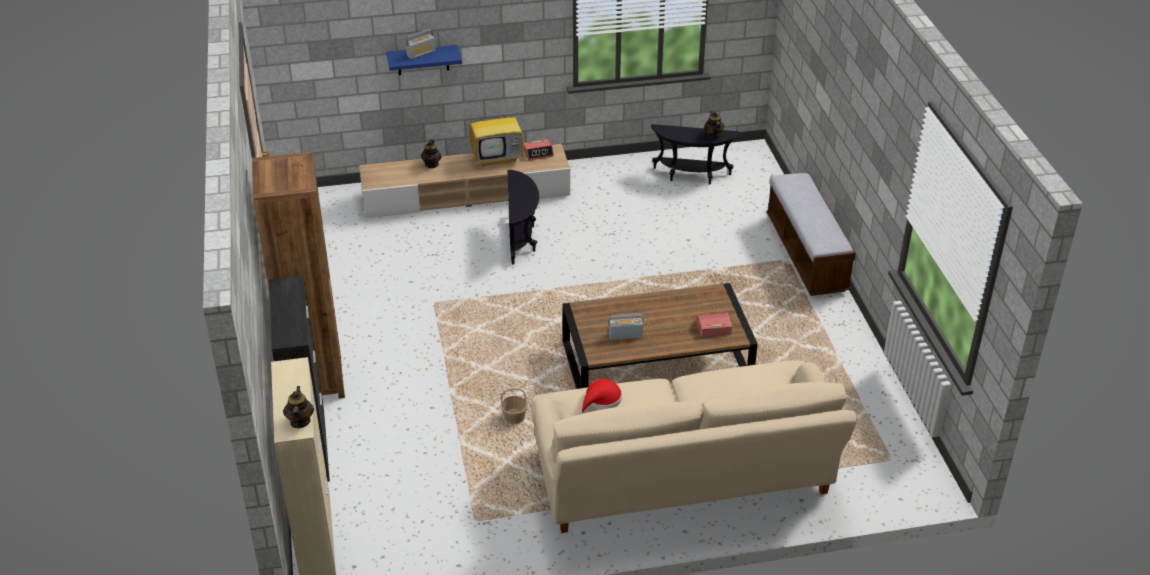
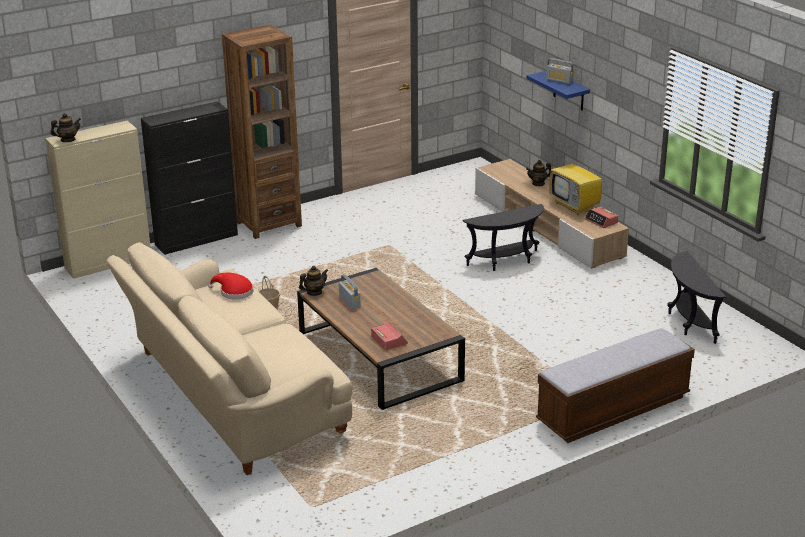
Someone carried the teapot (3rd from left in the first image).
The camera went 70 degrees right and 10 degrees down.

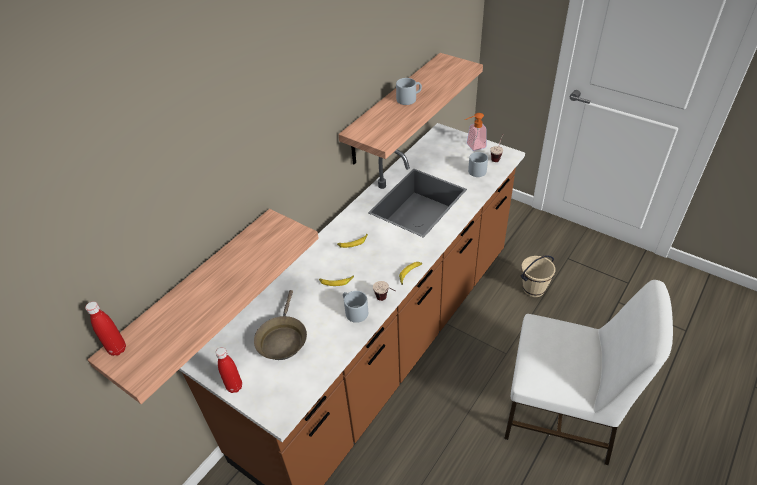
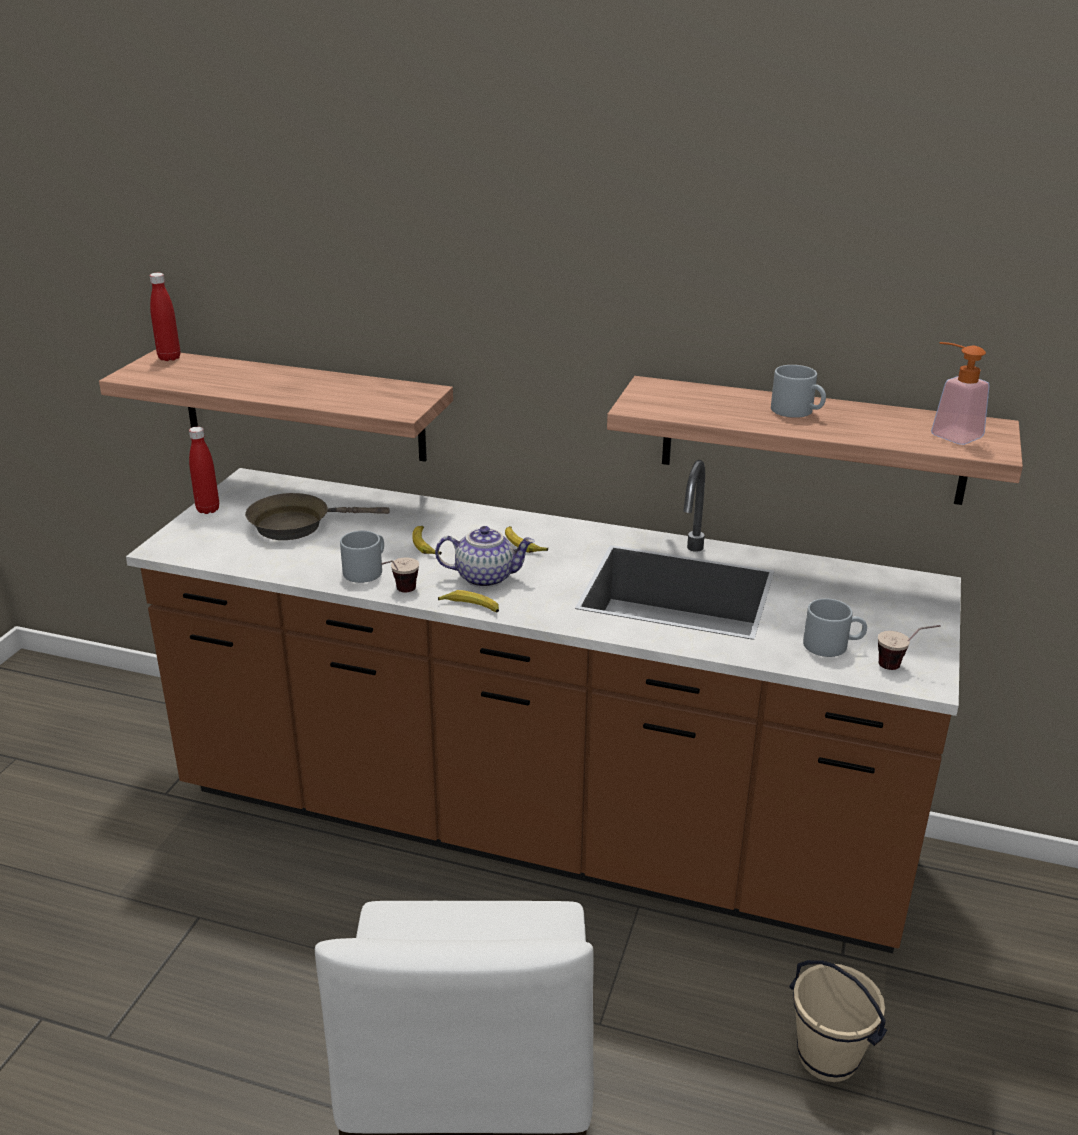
Someone carried the soap dispenser.
Someone put down the teapot.
The camera went 70 degrees right and 15 degrees down.

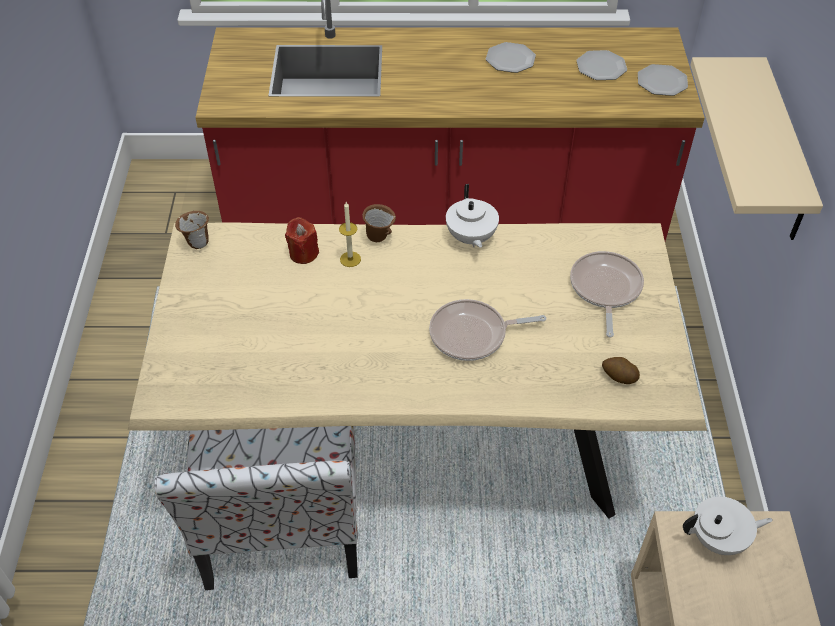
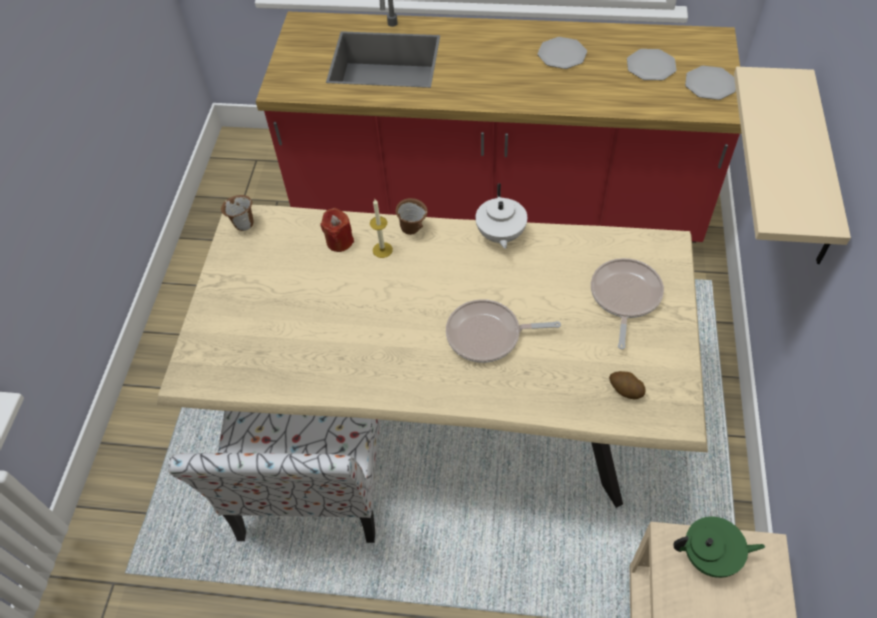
Someone repainted the white teapot (2nd from left), which became the green teapot.
The camera went 10 degrees right and 5 degrees up.

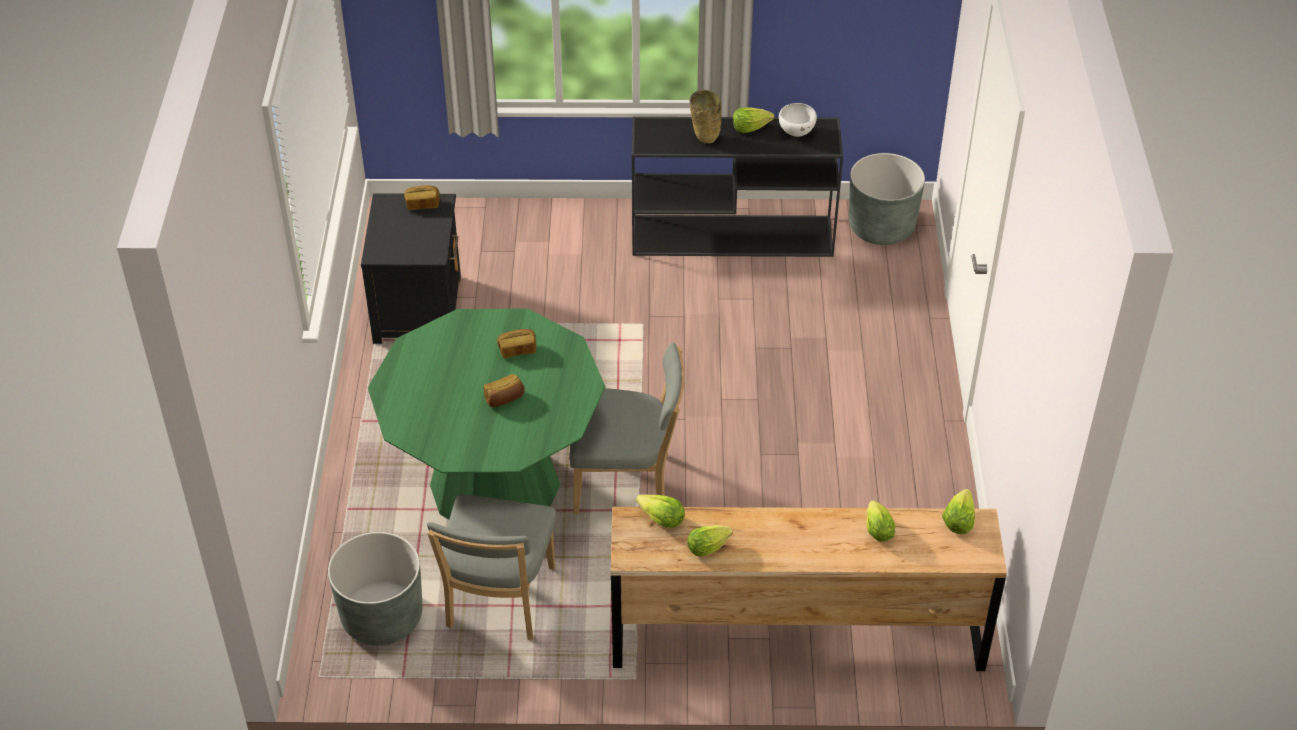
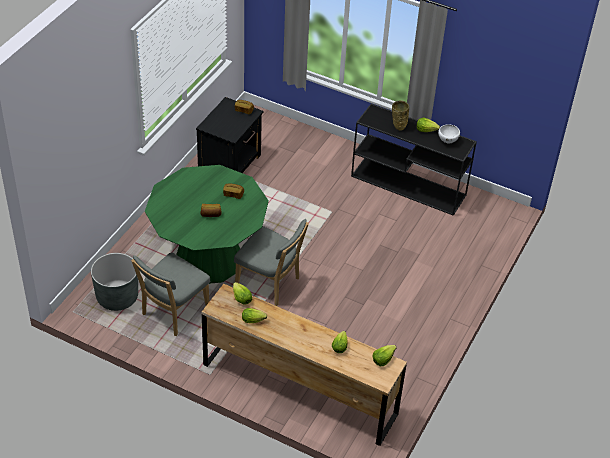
Someone took away the grey planter (2nd from left).
The camera went 25 degrees right and 0 degrees up.

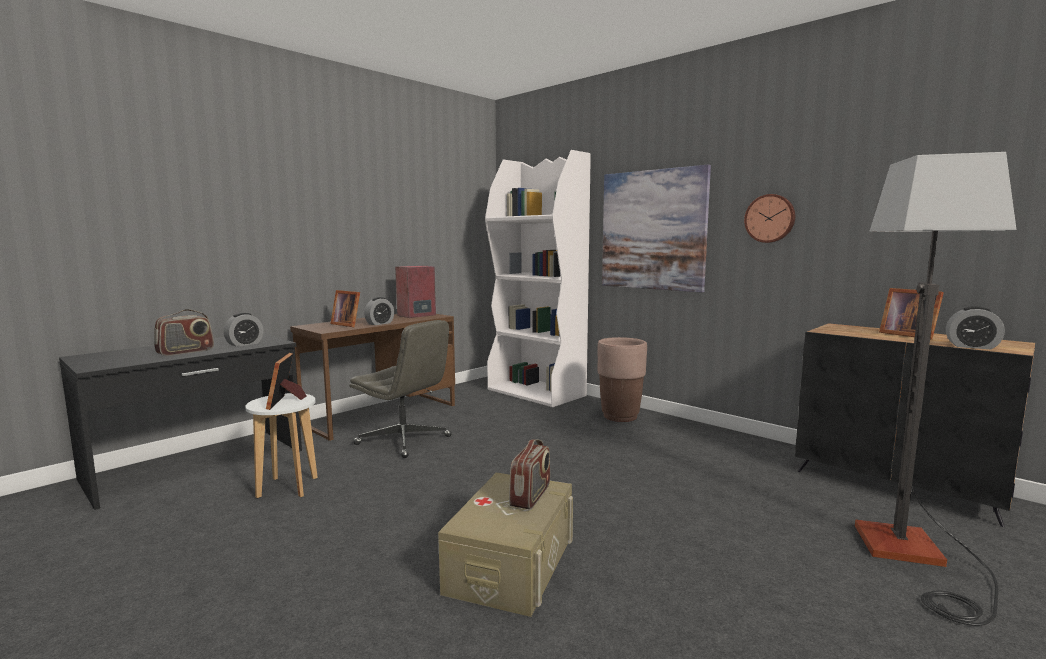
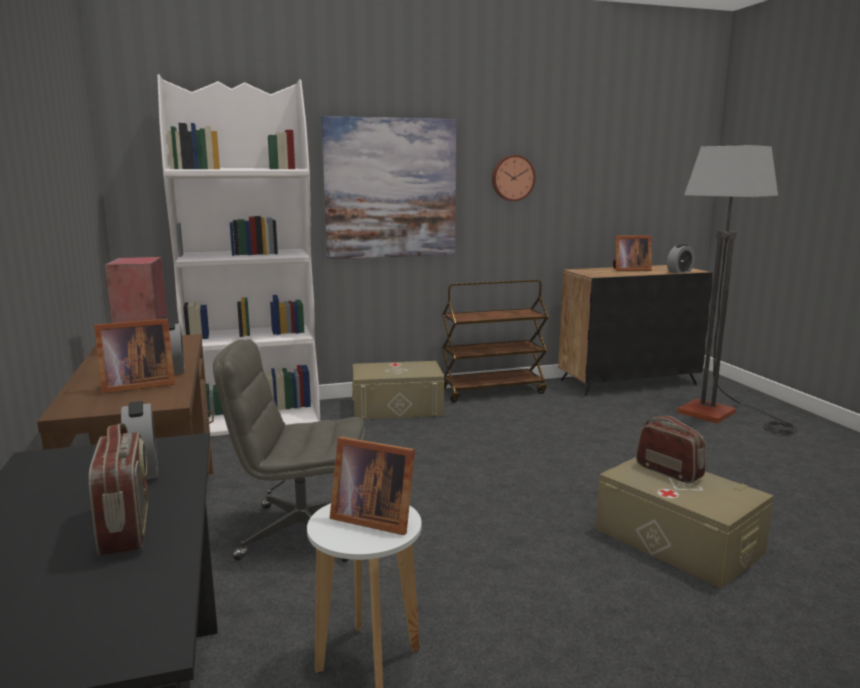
Someone rotated the grey office chair by 150 degrees counterclockwise.
Someone swapped the brown planter for the beige storage box (1st from left).
Someone put down the brown cart.
The camera went 60 degrees left and 5 degrees up.

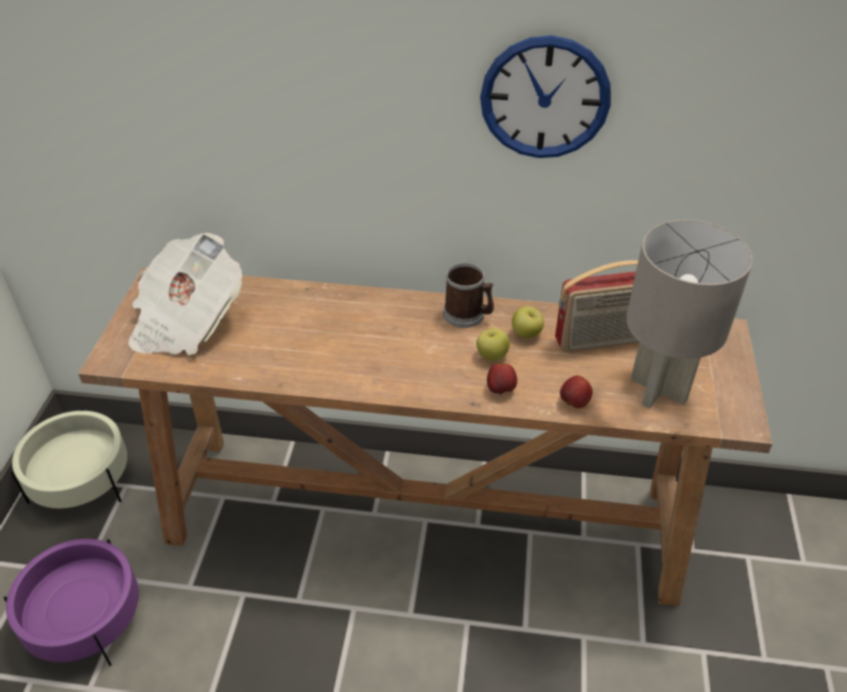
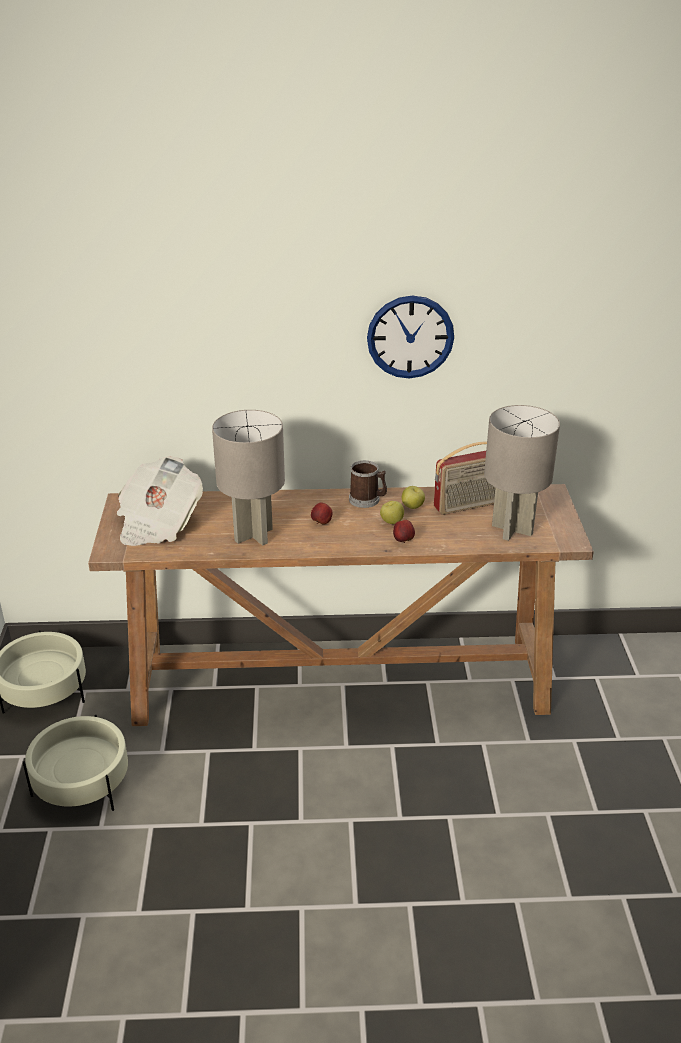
Someone repainted the purple planter, which became the beige planter (2nd from left).
Someone carried the apple (4th from left in the first image).
Someone put down the grey table lamp (1st from left).
The camera went 10 degrees left and 10 degrees down.

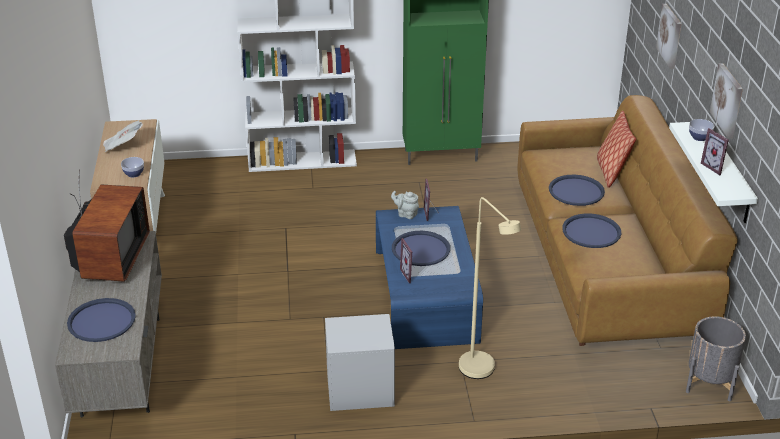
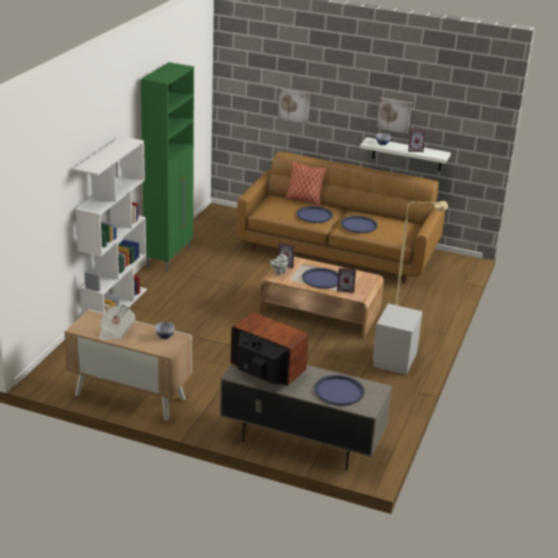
Someone repainted the blue coffee table, which became the brown coffee table.
Someone took away the grey planter.
The camera went 65 degrees left and 5 degrees down.

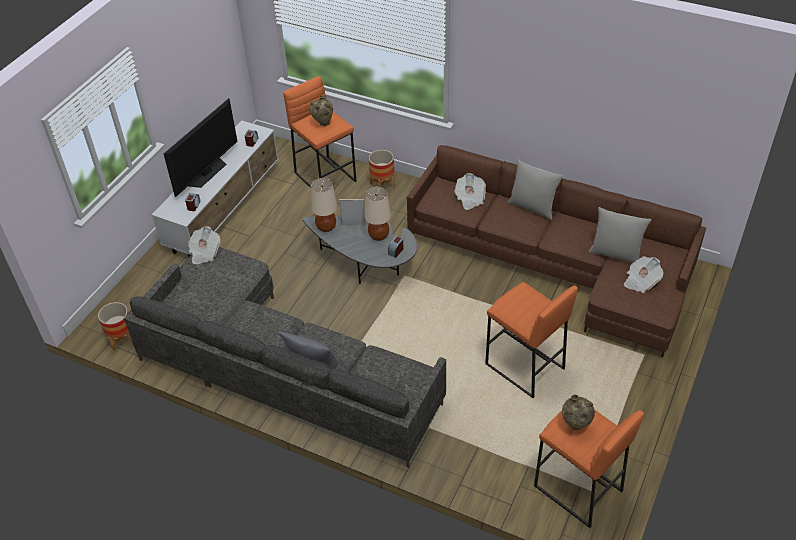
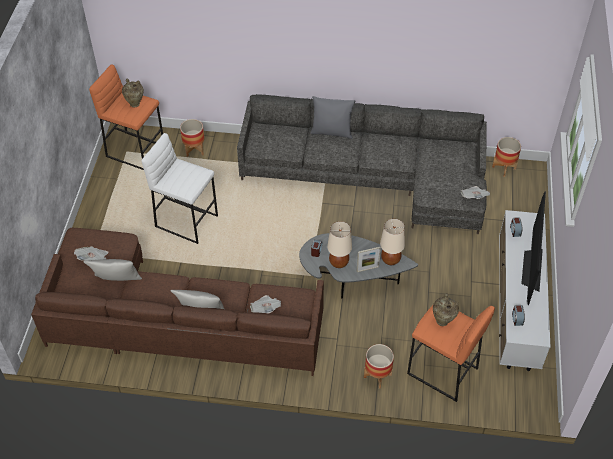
Someone repainted the orange stool (2nd from left), which became the white stool.
Someone put down the planter (1st from left).
The camera went 160 degrees right and 5 degrees up.

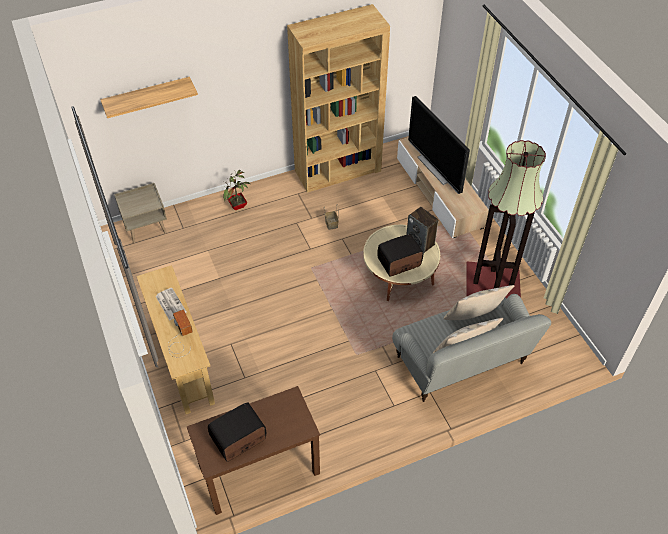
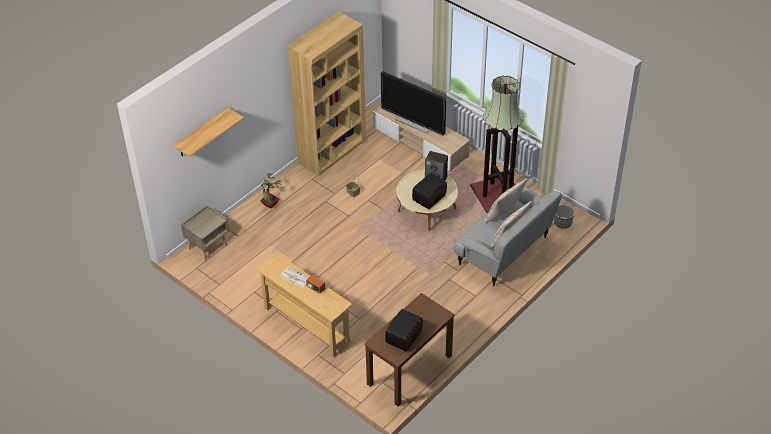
Someone put down the planter.
The camera went 25 degrees left and 5 degrees down.

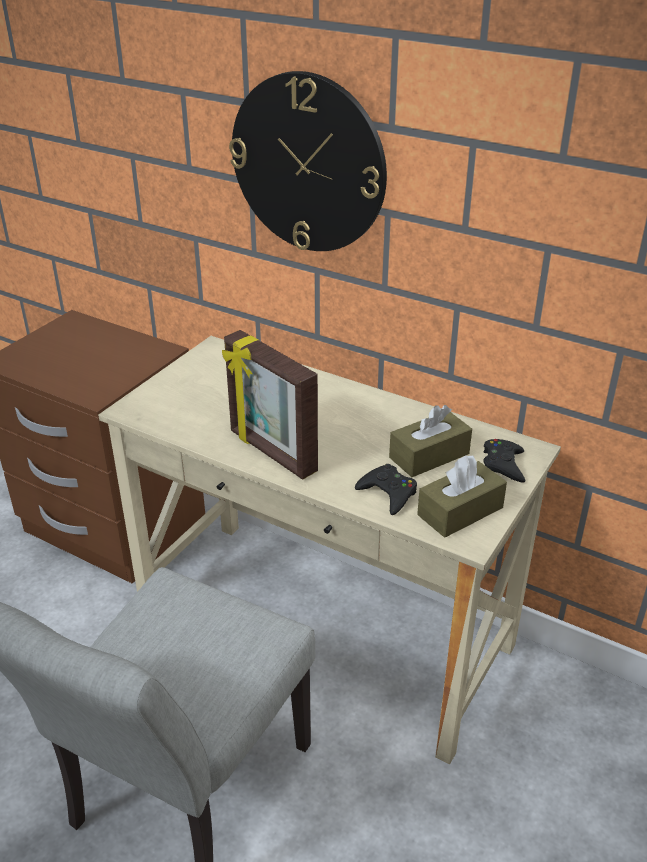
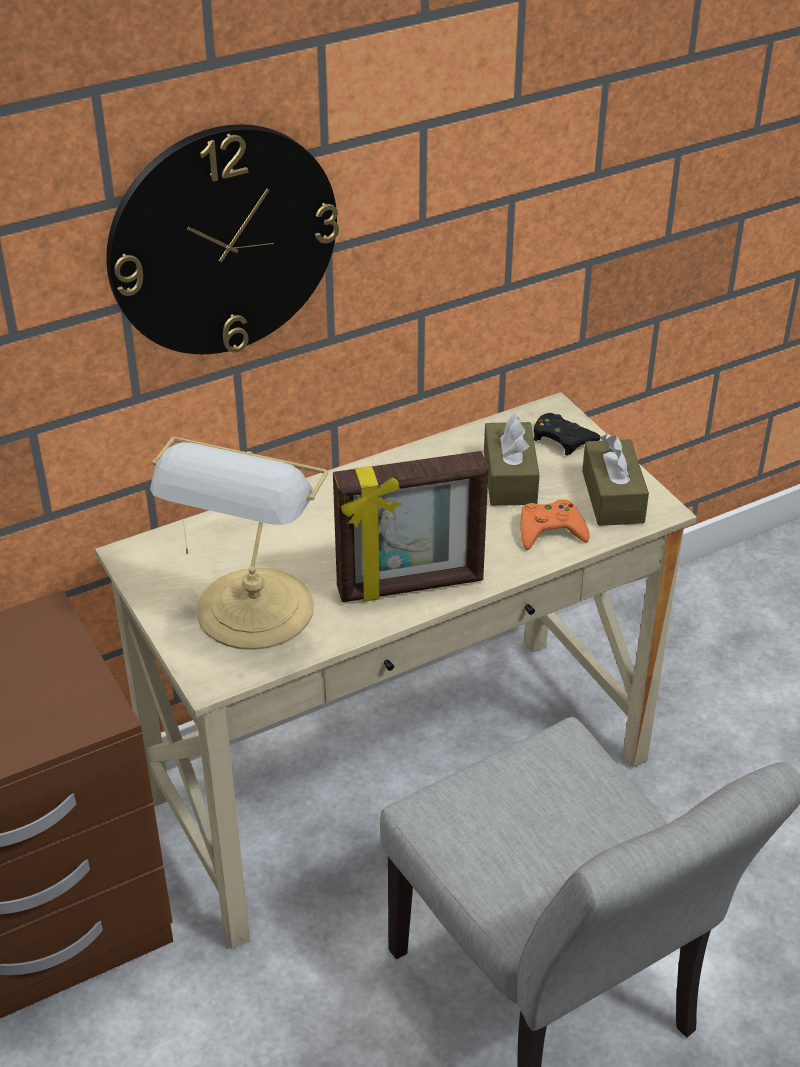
Someone repainted the black game controller (1st from left), which became the orange game controller.
Someone put down the table lamp.
The camera went 60 degrees left and 5 degrees up.

